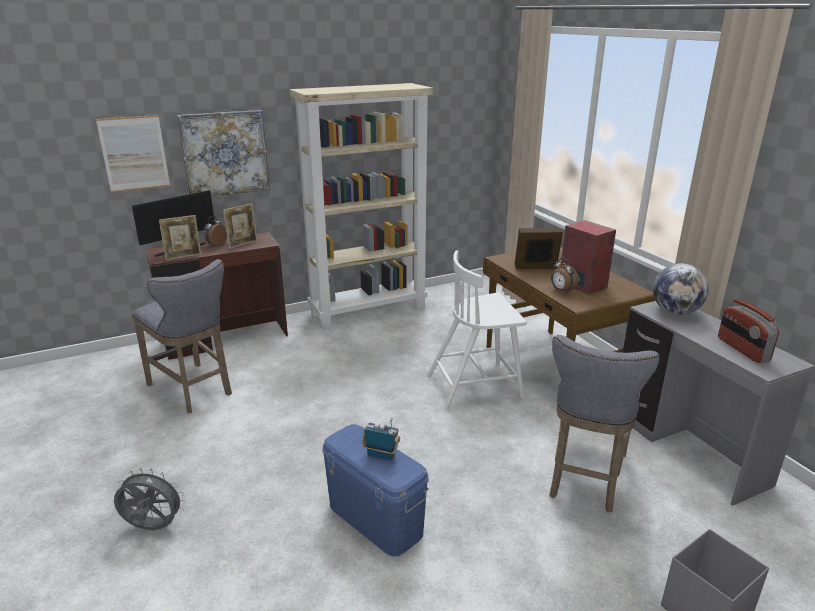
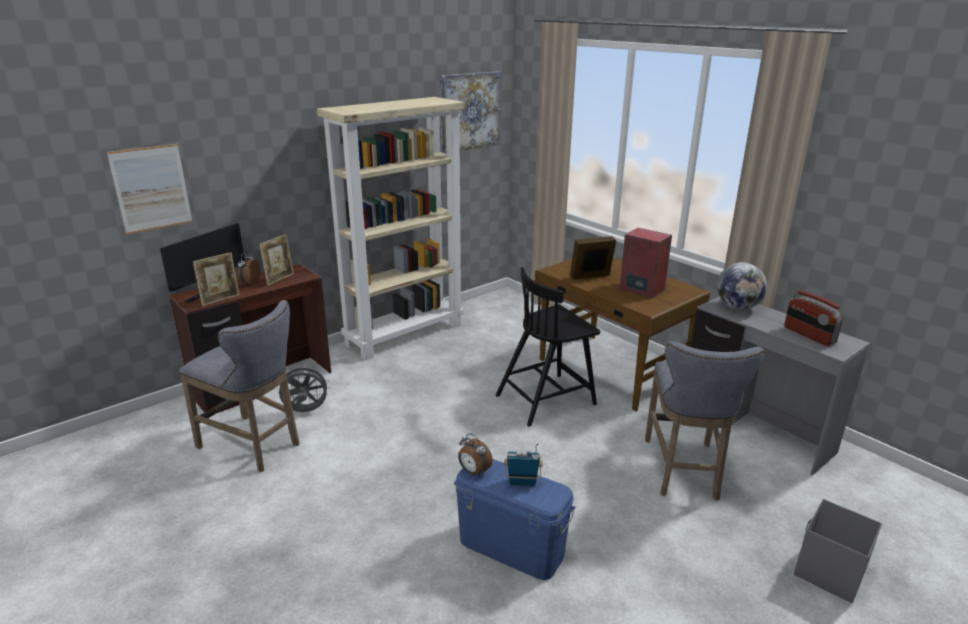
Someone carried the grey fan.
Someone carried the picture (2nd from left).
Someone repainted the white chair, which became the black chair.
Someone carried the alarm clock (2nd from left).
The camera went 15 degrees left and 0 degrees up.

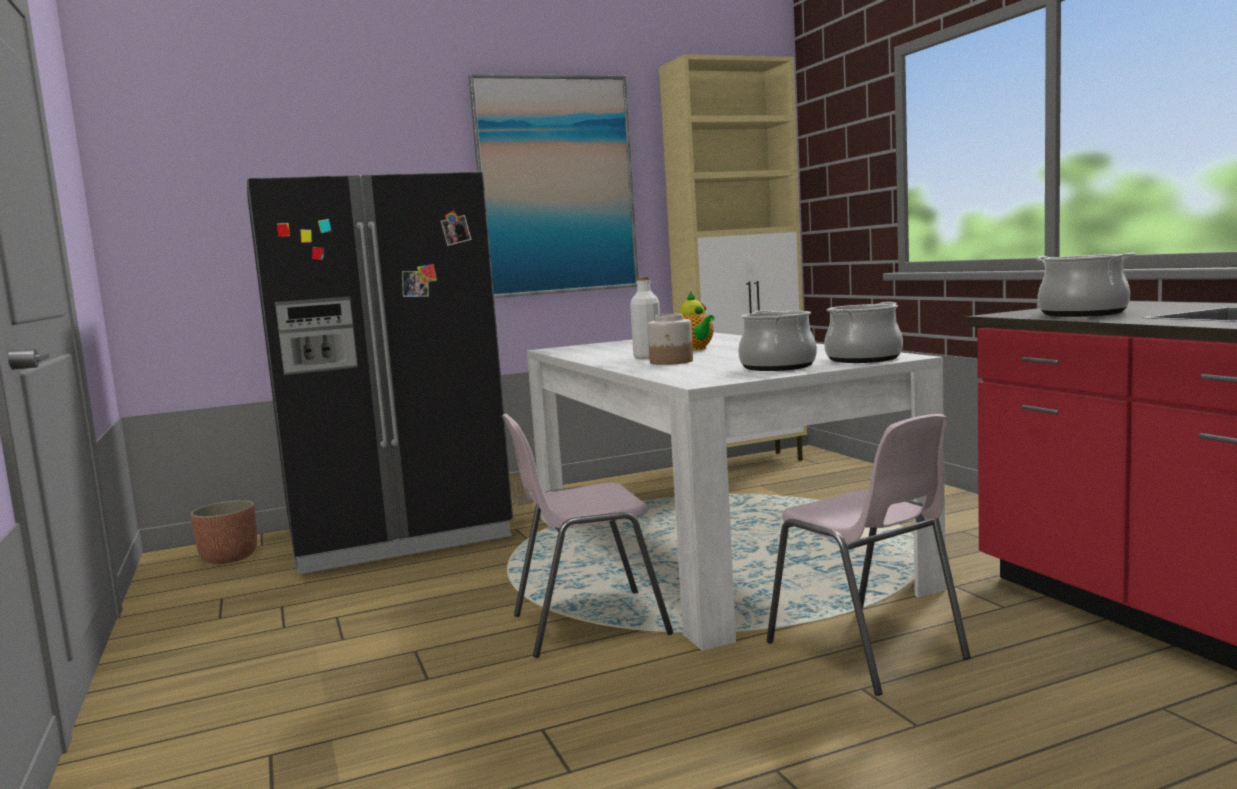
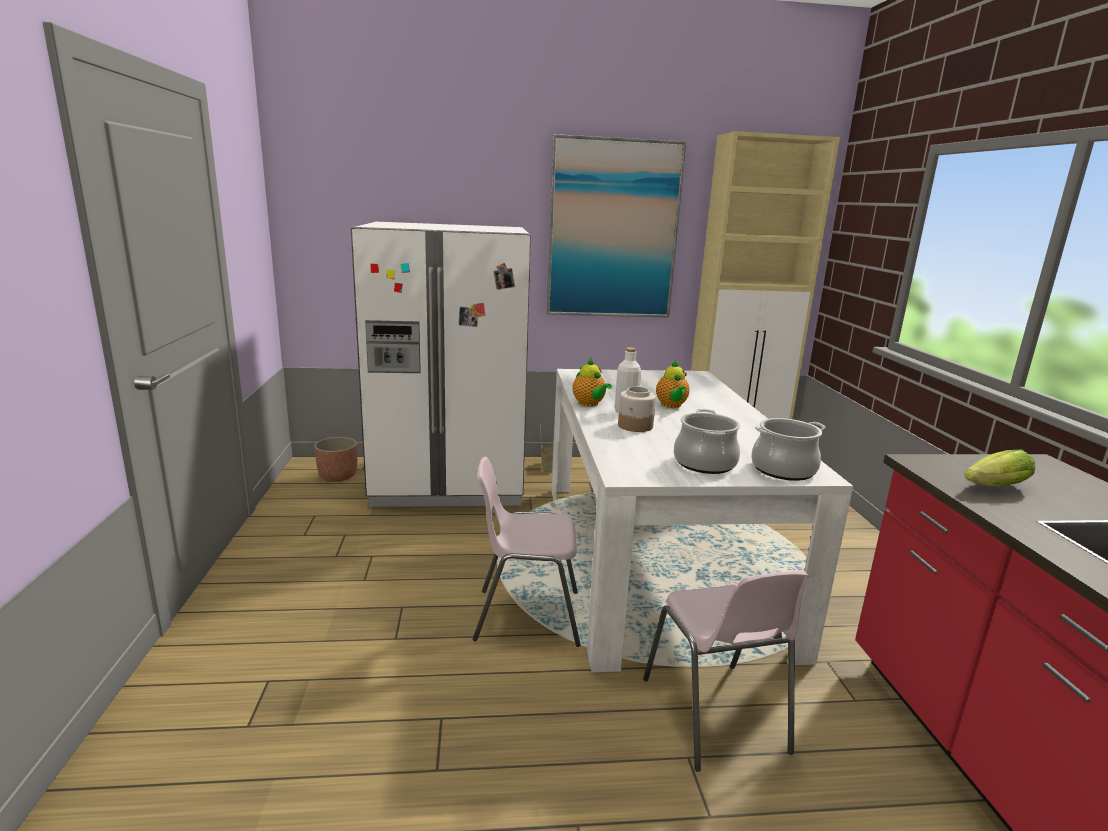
Someone repainted the black fridge, which became the white fridge.
Someone swapped the cooking pot (3rd from left) for the lettuce.
Someone put down the teapot (1st from left).
The camera went 15 degrees right and 10 degrees up.

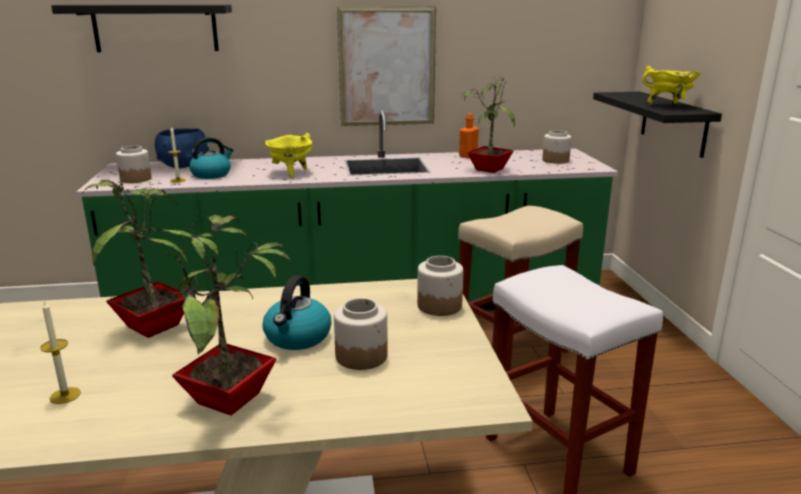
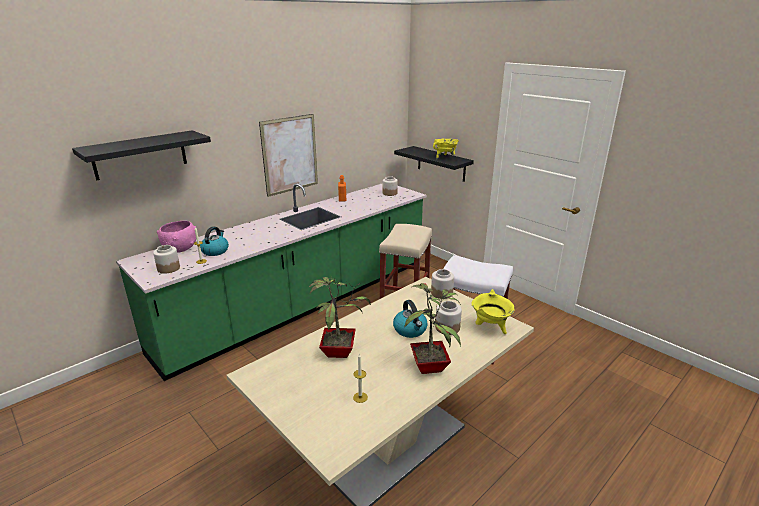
Someone repainted the blue bowl, which became the pink bowl.
Someone carried the yellow cooking pot (1st from left in the first image).
Someone took away the potted plant (3rd from left).
The camera went 35 degrees left and 5 degrees up.

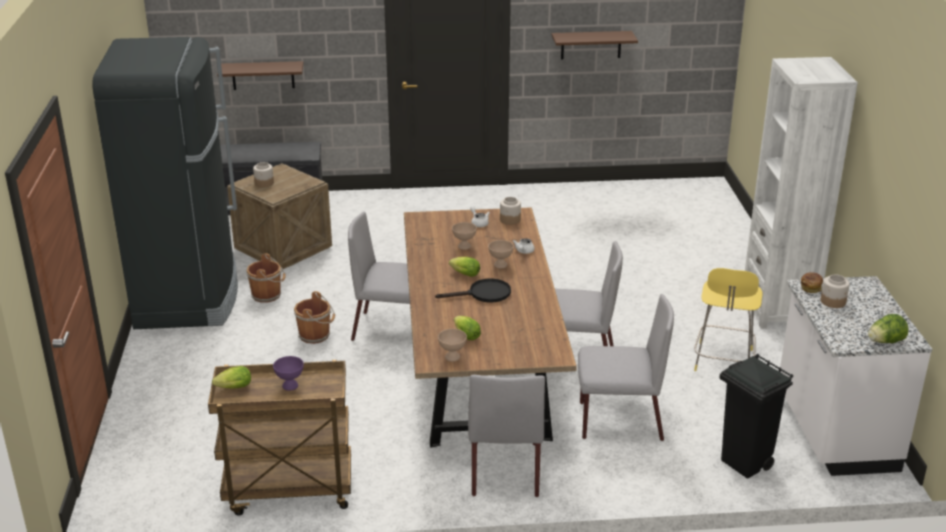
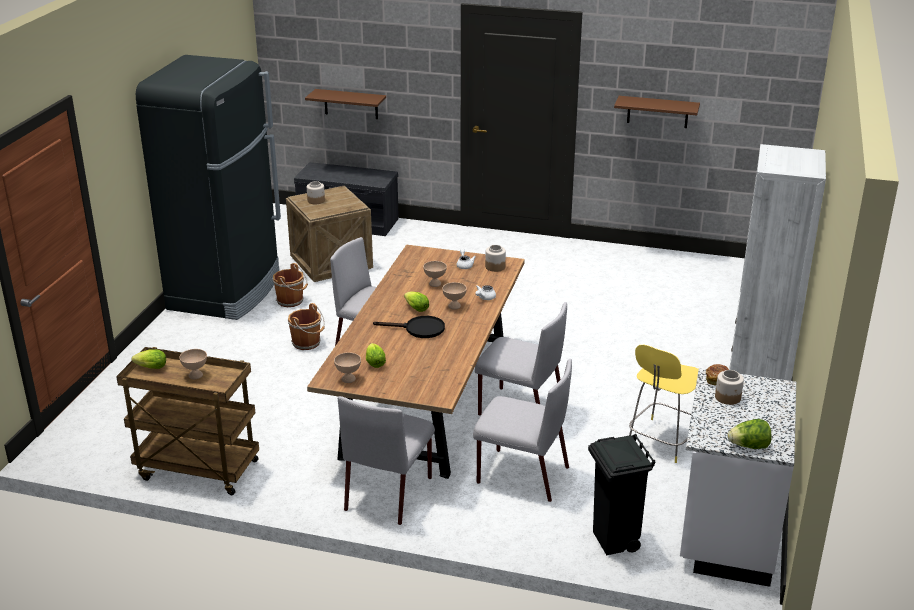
Someone repainted the purple bowl, which became the beige bowl (1st from left).
The camera went 20 degrees right and 0 degrees up.

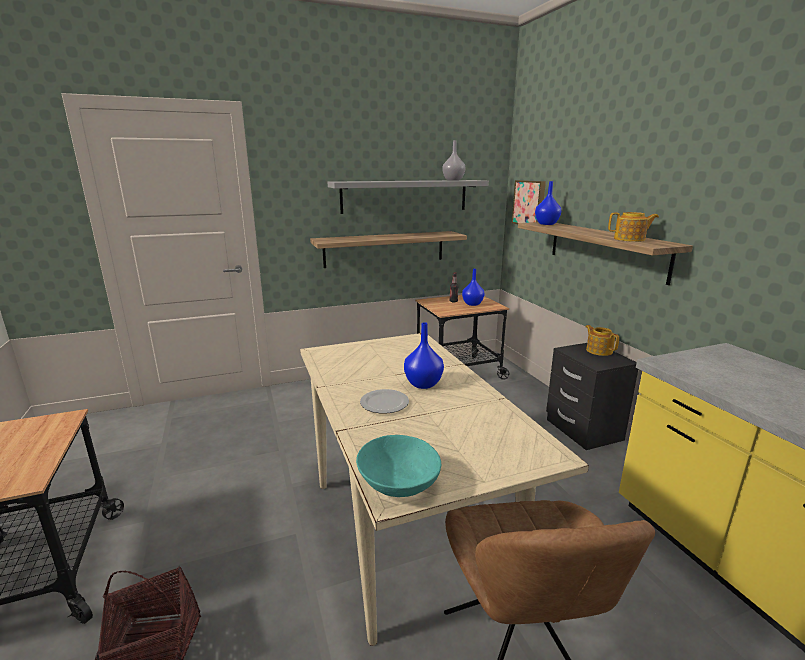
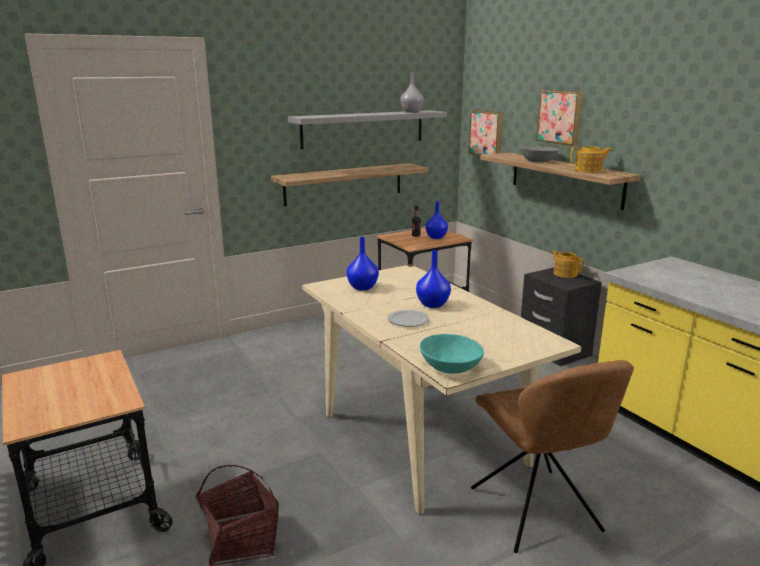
Someone carried the blue vase (3rd from left in the first image).
Someone put down the grey bowl.
Someone put up the picture (2nd from left).
The camera went 10 degrees left and 0 degrees up.

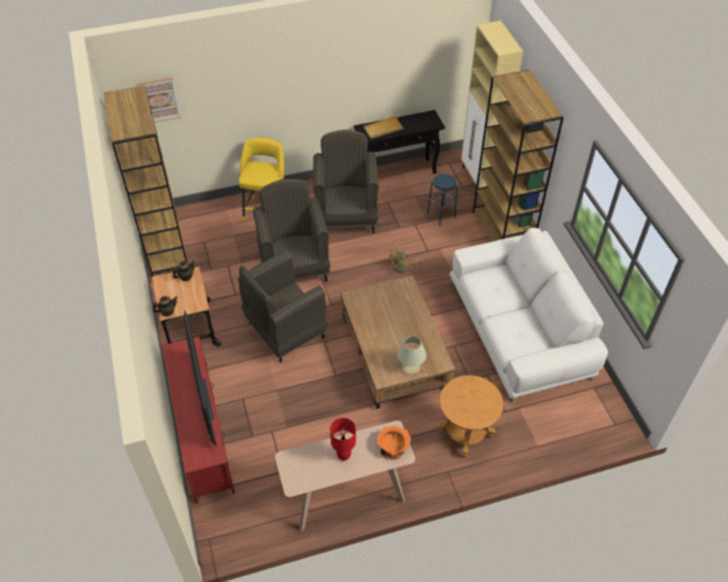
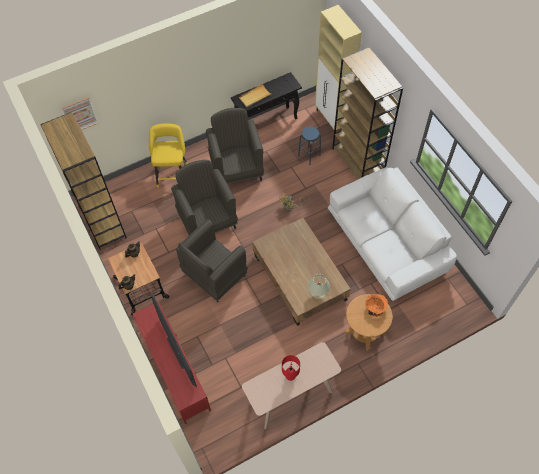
Someone carried the orange bowl.
The camera went 10 degrees left and 10 degrees up.

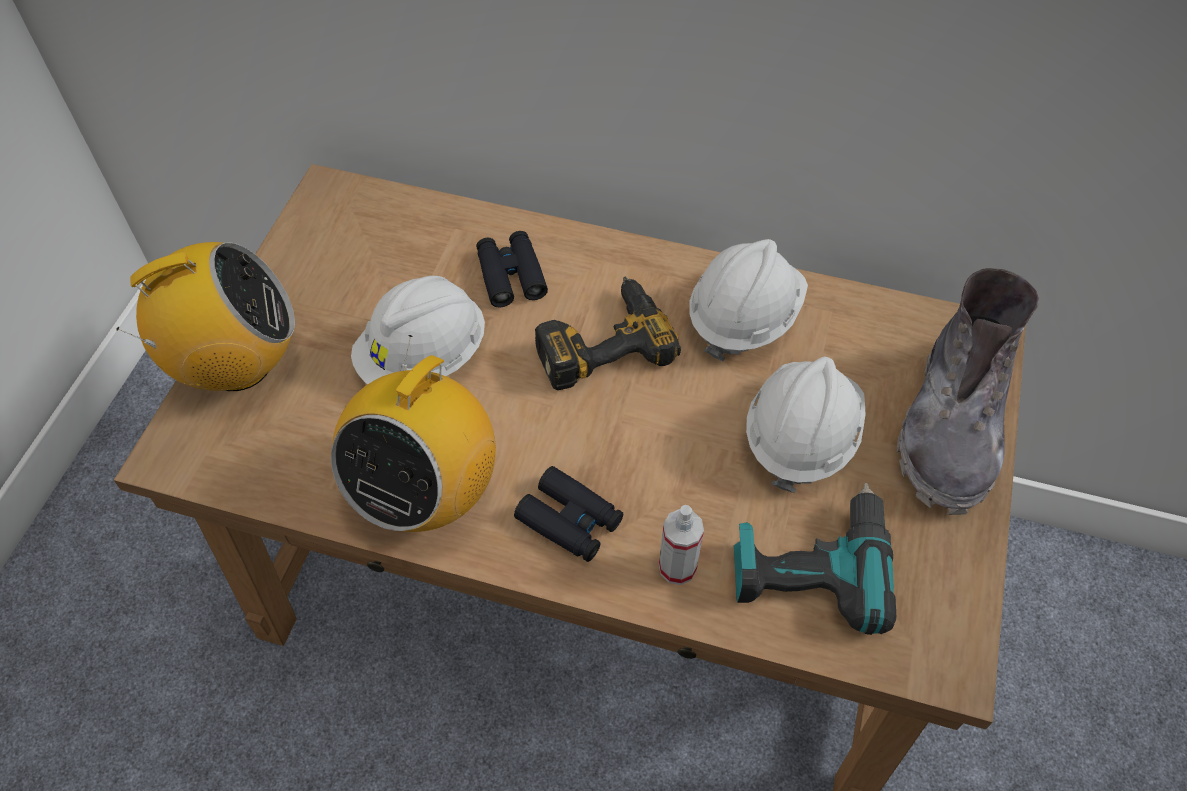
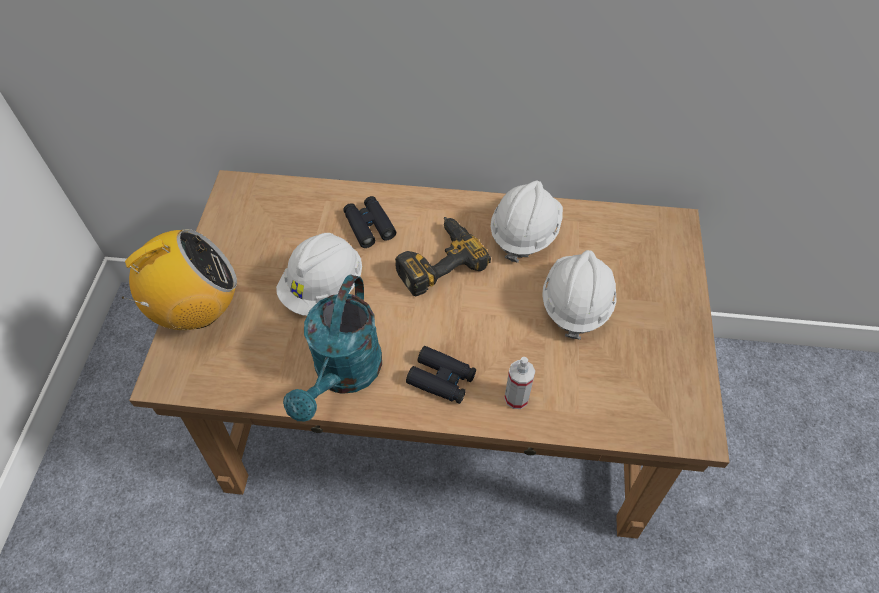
Someone swapped the radio (2nd from left) for the turquoise watering can.
Someone took away the power drill (2nd from left).
Someone took away the grey boot.
The camera went 10 degrees left and 0 degrees up.

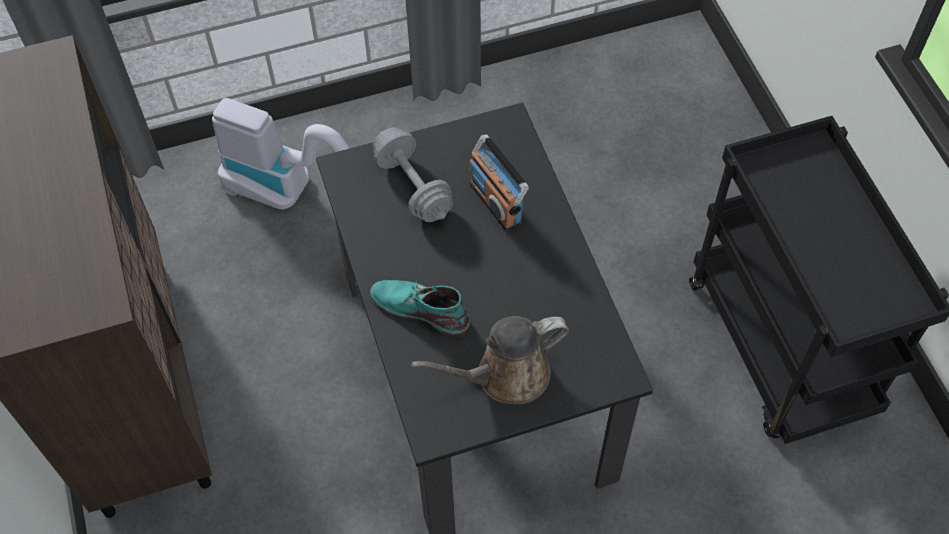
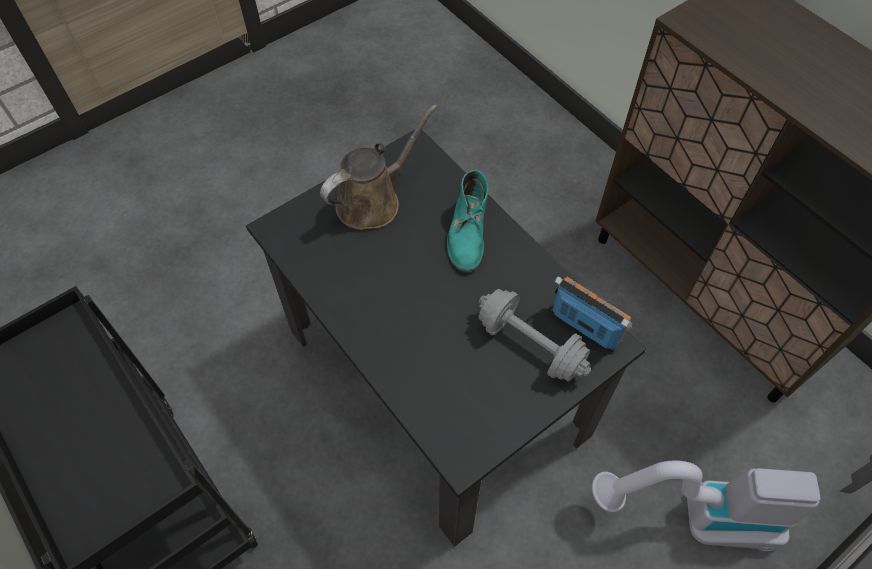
Someone rotated the turquoise boot by 90 degrees clockwise.
Someone carried the radio.
The camera went 160 degrees right and 0 degrees up.

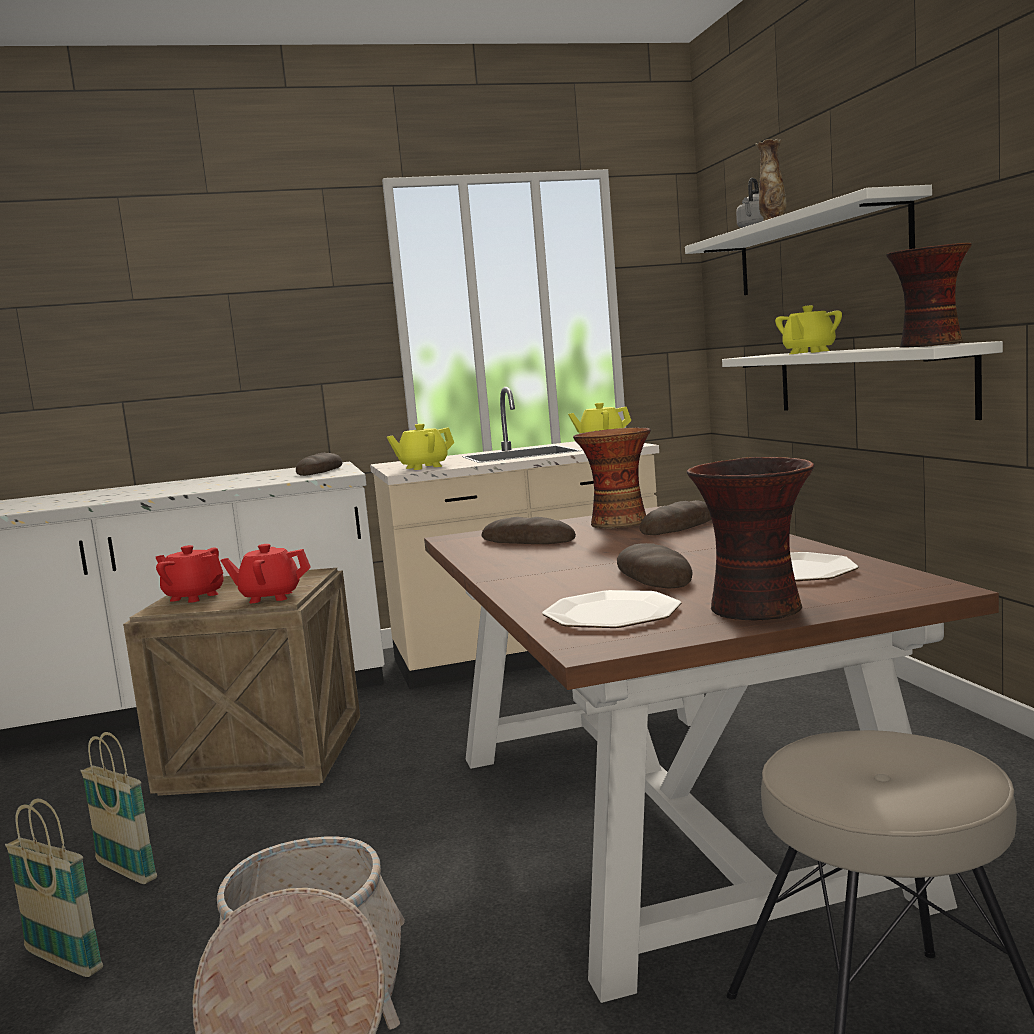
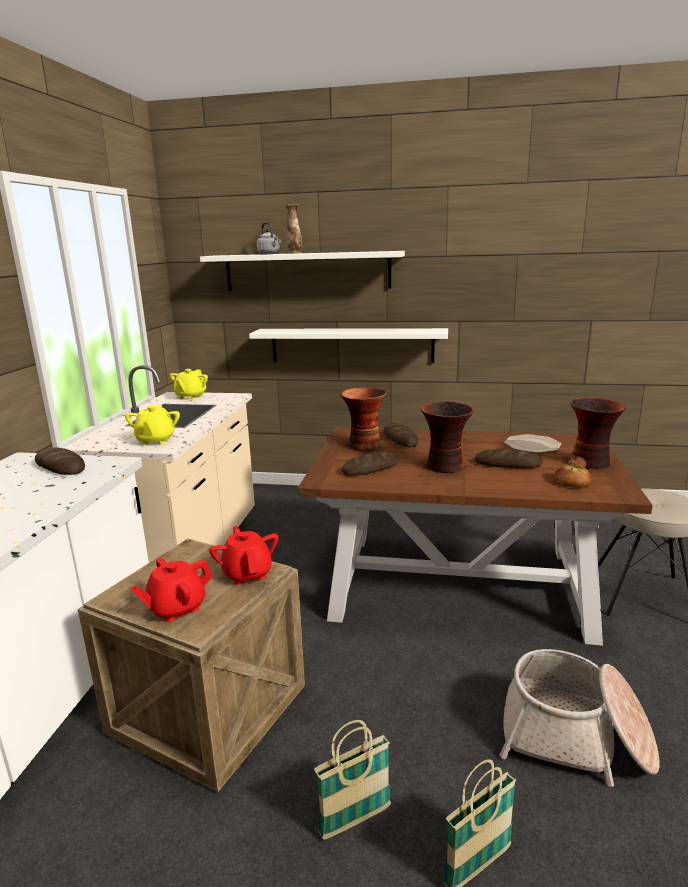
Someone rotated the red teapot (2nd from left) by 135 degrees clockwise.
Someone swapped the plate (1st from left) for the bread (5th from left).
Someone took away the yellow teapot (3rd from left).
Someone carried the vase (4th from left in the first image).
The camera went 65 degrees left and 10 degrees up.

